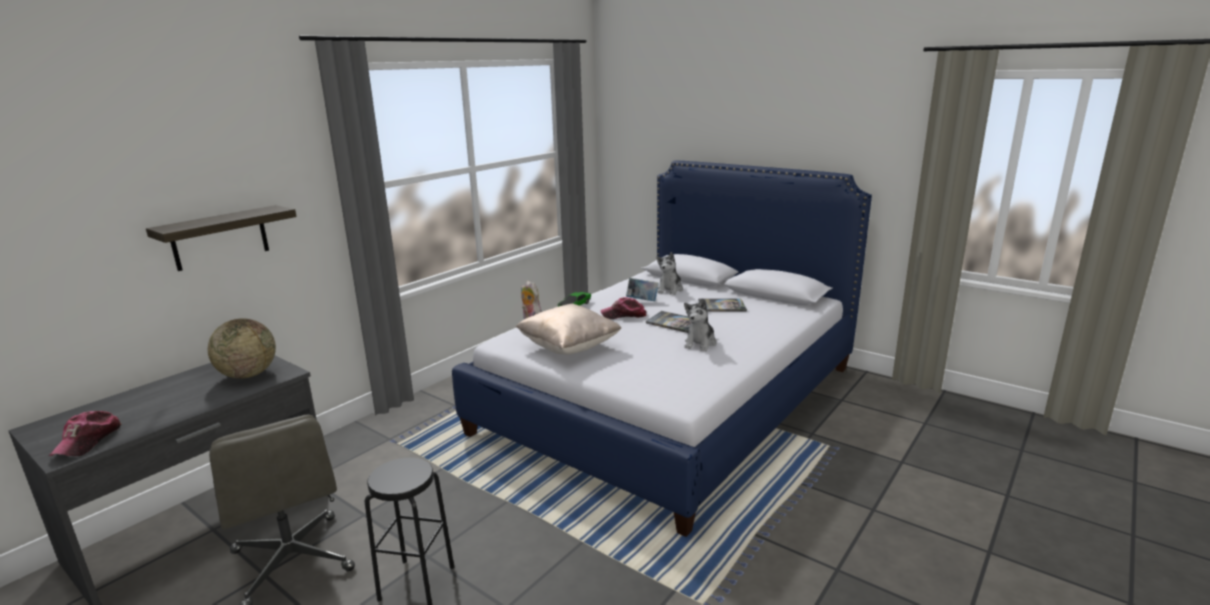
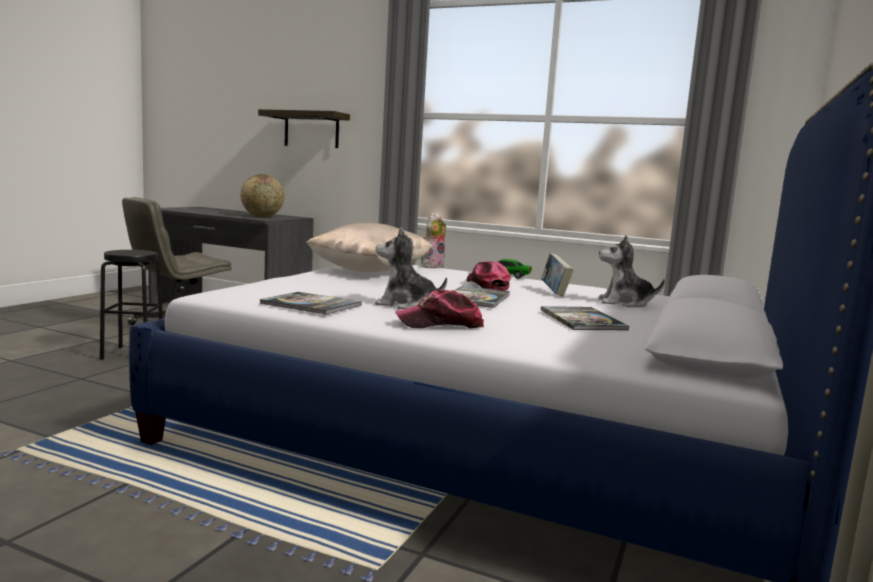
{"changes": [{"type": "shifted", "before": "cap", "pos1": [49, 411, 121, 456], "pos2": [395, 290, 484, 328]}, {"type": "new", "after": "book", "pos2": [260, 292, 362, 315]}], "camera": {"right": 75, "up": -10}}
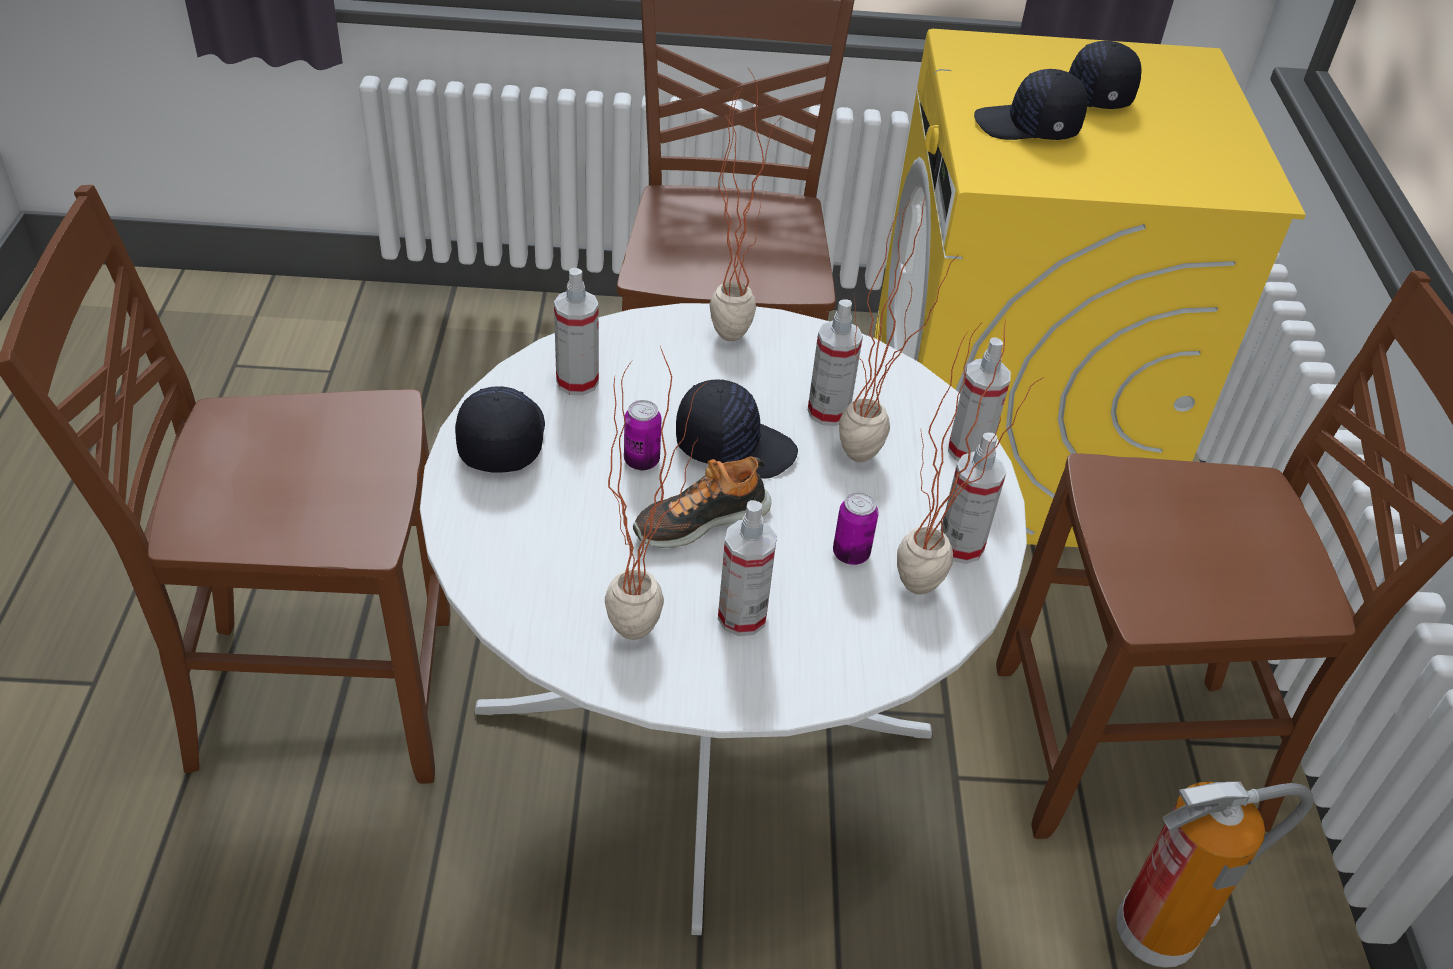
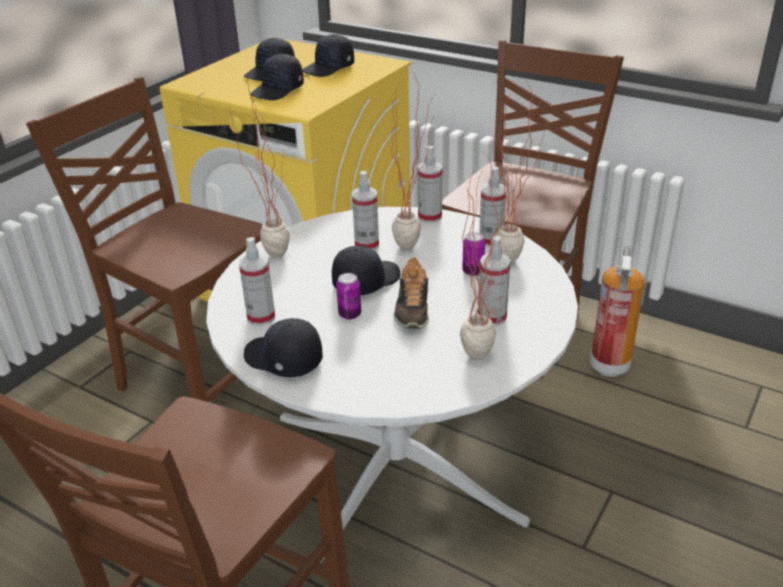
{"changes": [{"type": "new", "after": "cap (black)", "pos2": [302, 34, 354, 77]}], "camera": {"right": -55, "up": -10}}
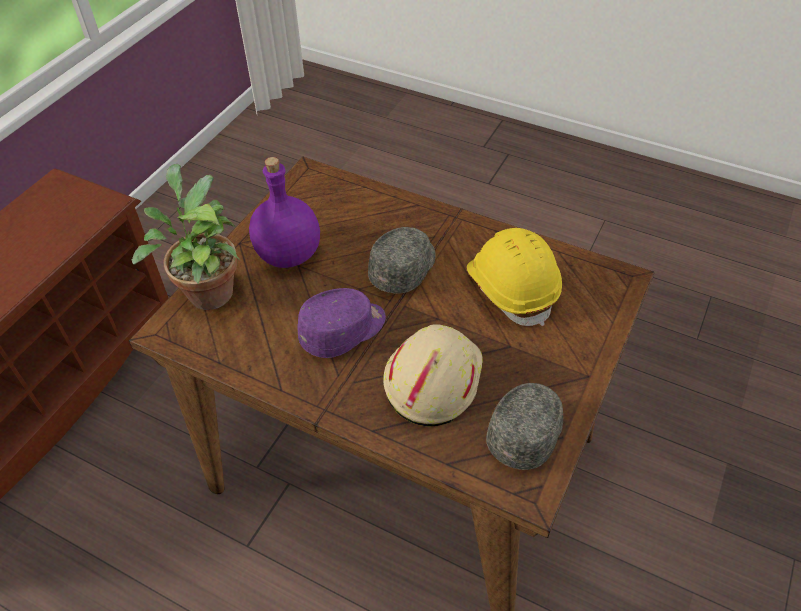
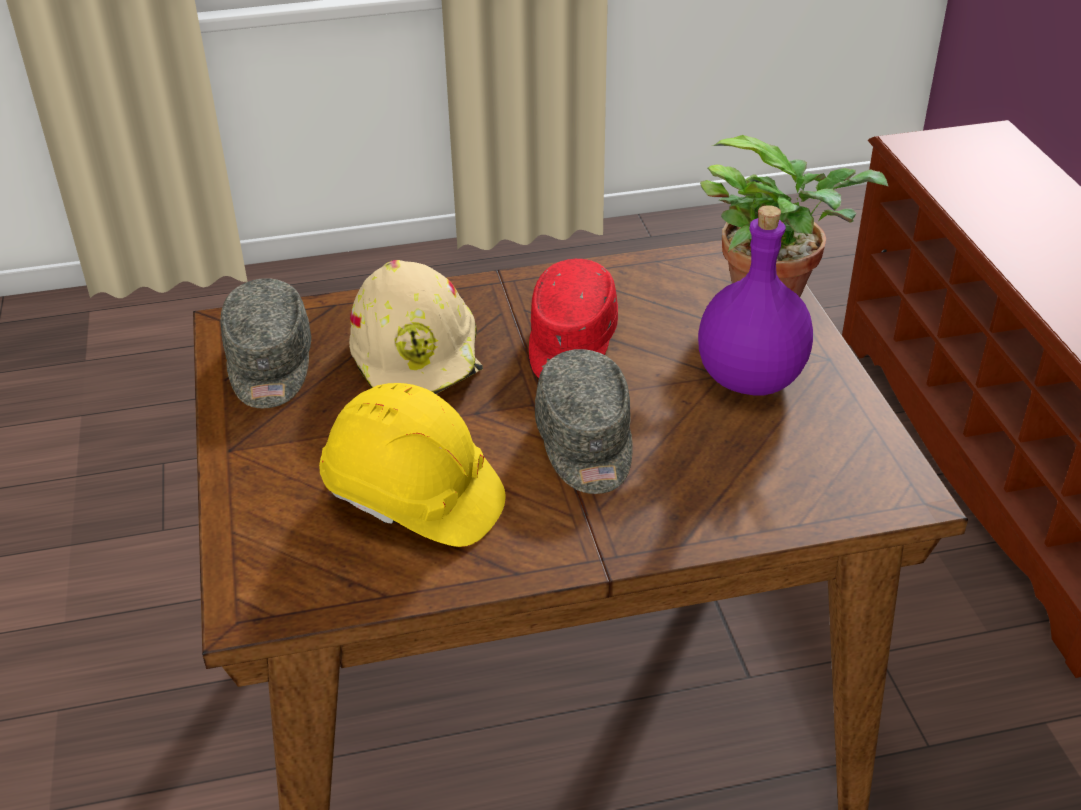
{"changes": [{"type": "repainted", "before": "cap (purple)", "after": "cap (red)", "pos1": [297, 288, 386, 358], "pos2": [529, 259, 618, 378]}], "camera": {"right": 140, "up": -10}}
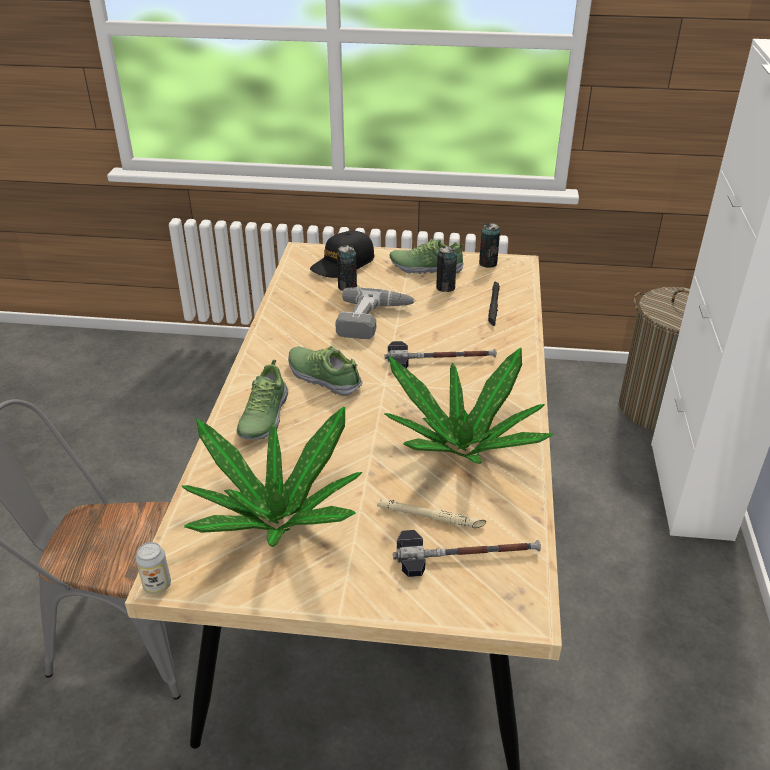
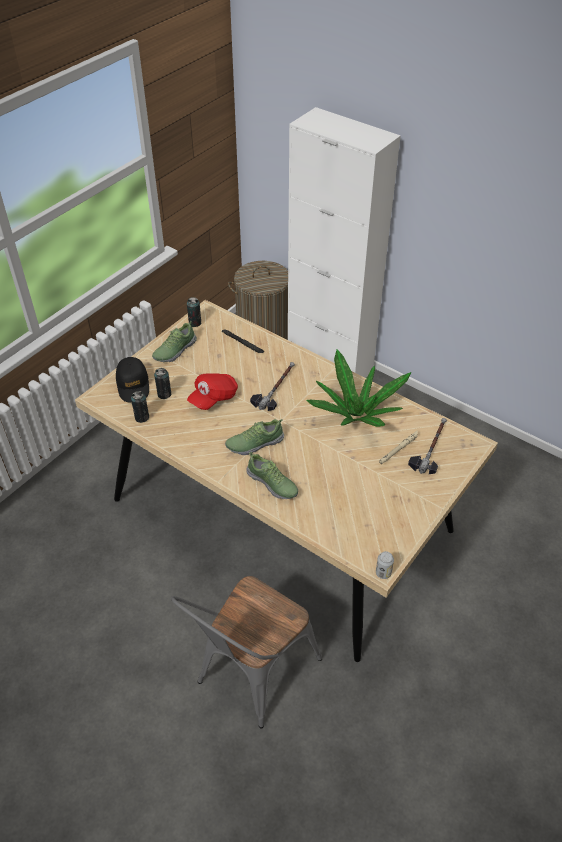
{"changes": [{"type": "gone", "before": "potted plant", "pos1": [181, 407, 362, 547]}, {"type": "swapped", "before": "power drill", "after": "cap (red)", "pos1": [335, 287, 416, 339], "pos2": [187, 373, 238, 410]}, {"type": "shifted", "before": "can", "pos1": [436, 246, 457, 292], "pos2": [131, 391, 149, 423]}], "camera": {"right": -60, "up": 10}}
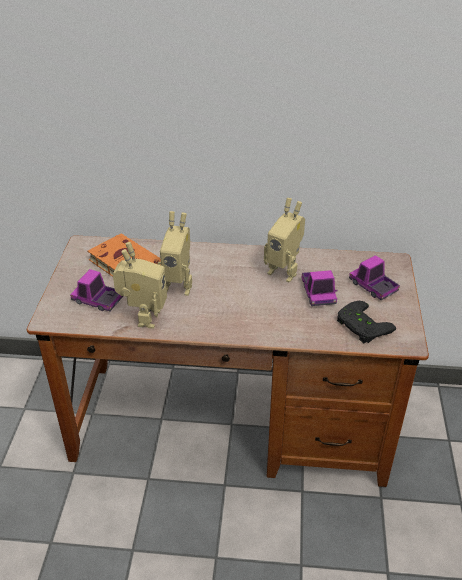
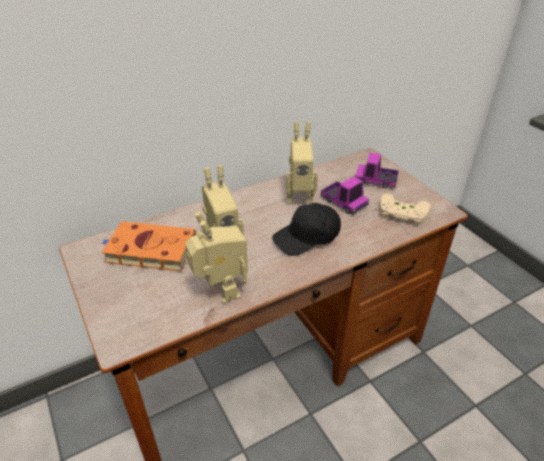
{"changes": [{"type": "gone", "before": "toy truck", "pos1": [70, 269, 123, 311]}, {"type": "repainted", "before": "game controller (black)", "after": "game controller (beige)", "pos1": [337, 301, 396, 343], "pos2": [380, 194, 431, 226]}, {"type": "new", "after": "cap (black)", "pos2": [272, 203, 341, 256]}], "camera": {"right": -35, "up": 0}}
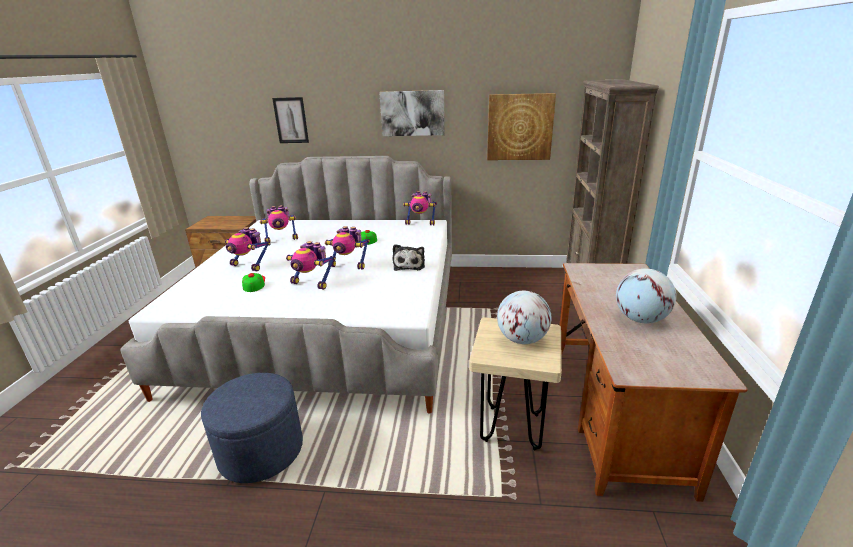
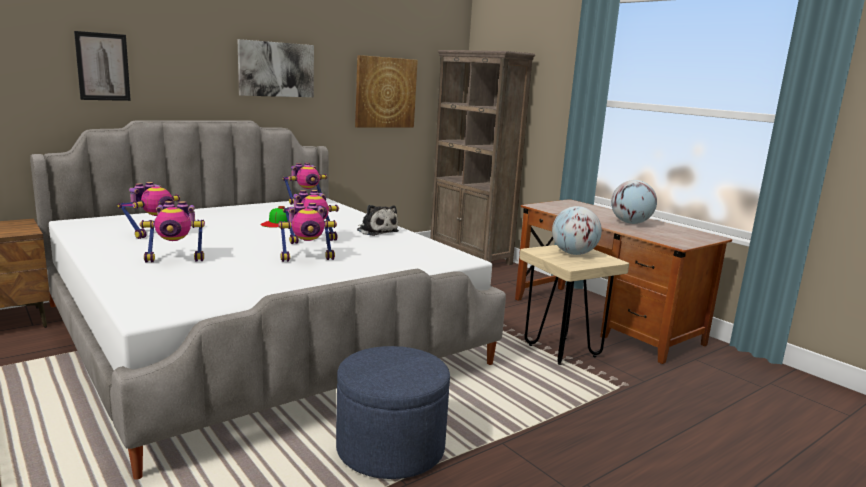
{"changes": [{"type": "gone", "before": "cap", "pos1": [242, 273, 265, 292]}], "camera": {"right": -45, "up": -10}}
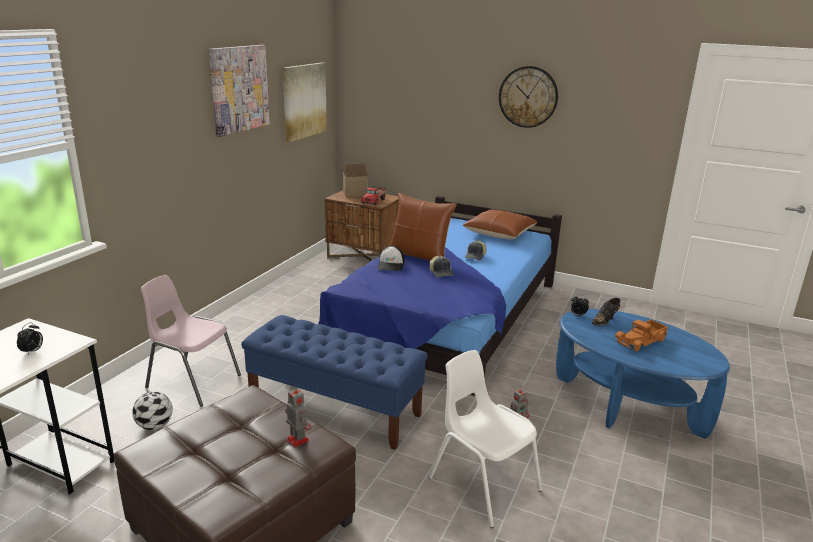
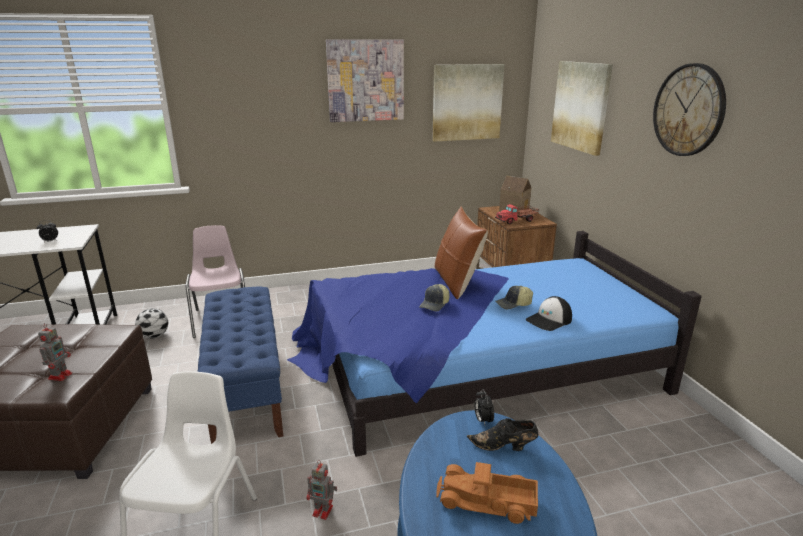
{"changes": [{"type": "shifted", "before": "cap", "pos1": [377, 246, 405, 271], "pos2": [526, 296, 572, 331]}, {"type": "gone", "before": "pillow (brown)", "pos1": [463, 209, 538, 239]}, {"type": "new", "after": "picture", "pos2": [551, 61, 613, 156]}], "camera": {"right": 50, "up": 0}}
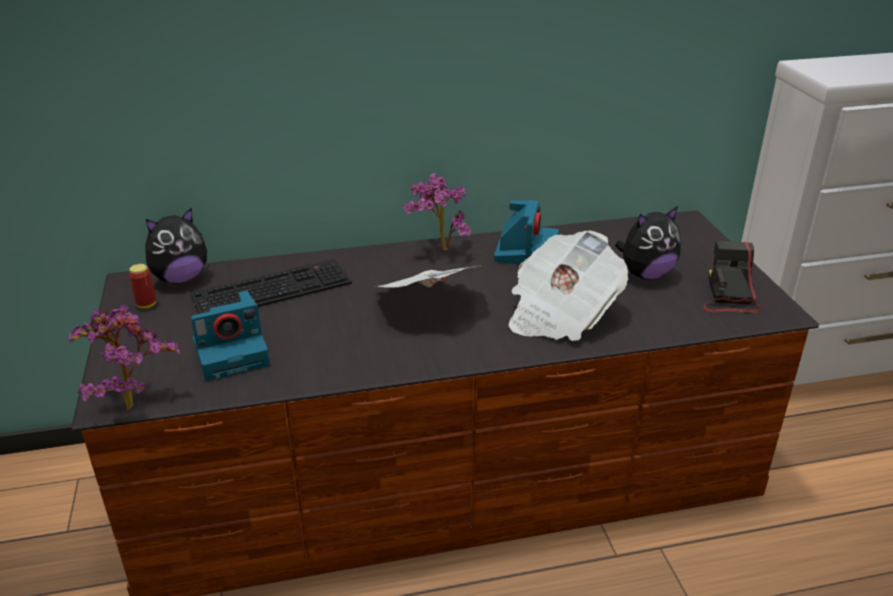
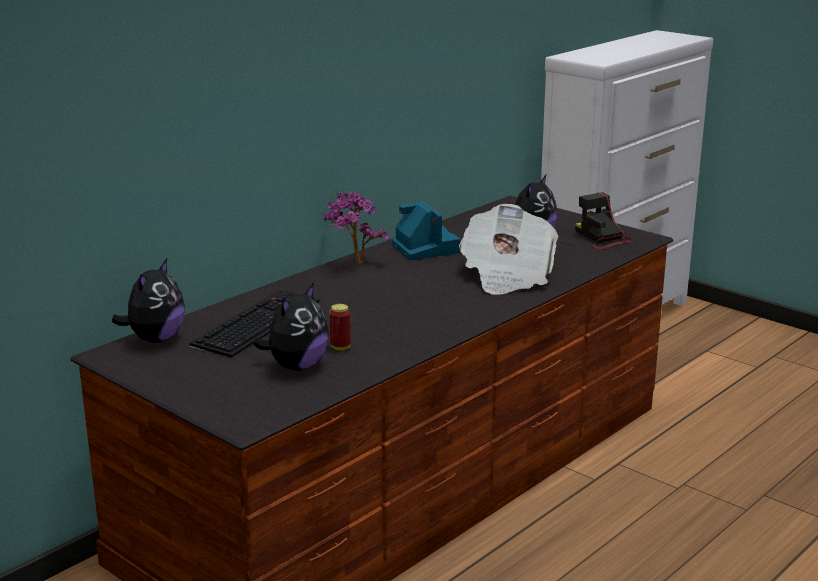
{"changes": [{"type": "gone", "before": "potted plant", "pos1": [69, 304, 180, 410]}, {"type": "shifted", "before": "can", "pos1": [129, 264, 156, 309], "pos2": [329, 304, 351, 350]}, {"type": "swapped", "before": "photo camera", "after": "plush toy", "pos1": [191, 291, 270, 381], "pos2": [253, 282, 329, 371]}, {"type": "gone", "before": "newspaper", "pos1": [377, 266, 480, 288]}], "camera": {"right": -35, "up": -10}}
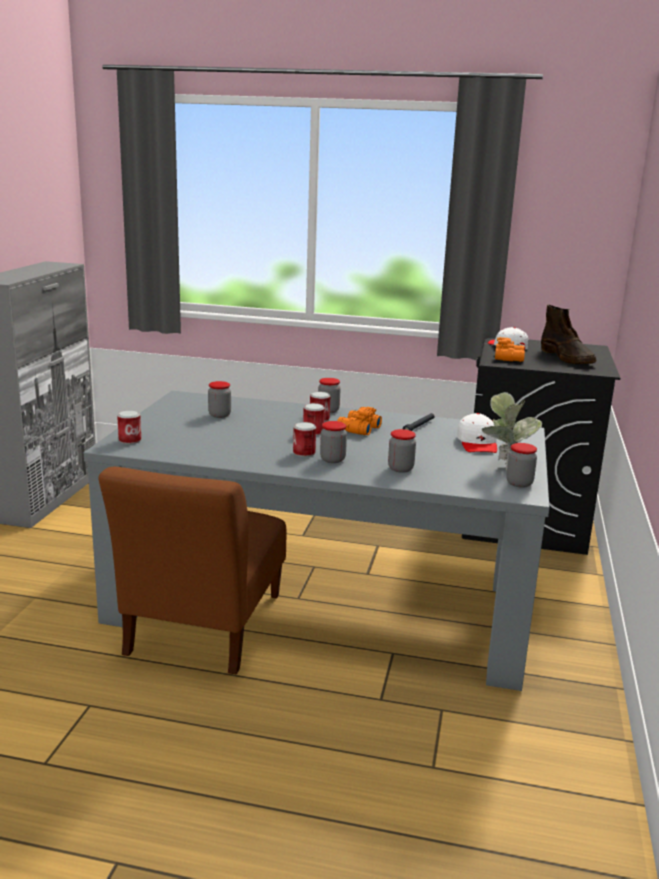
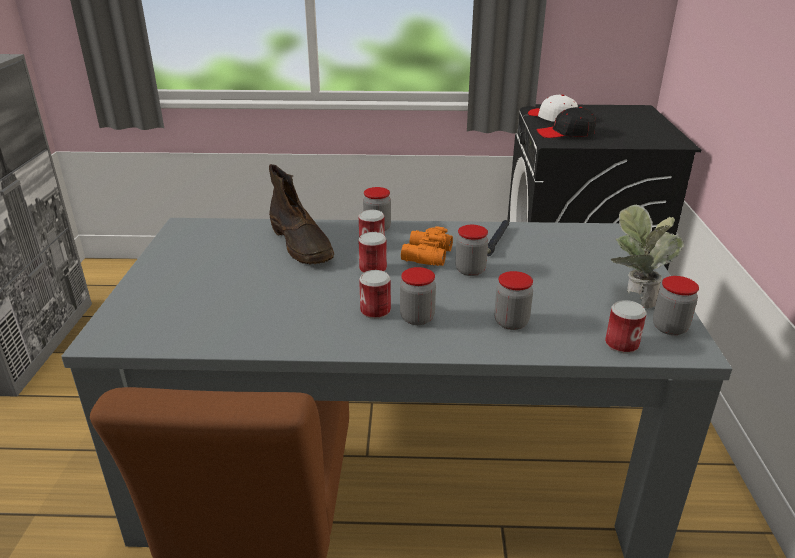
{"changes": [{"type": "shifted", "before": "can", "pos1": [117, 410, 141, 444], "pos2": [605, 300, 646, 353]}, {"type": "shifted", "before": "jar", "pos1": [208, 381, 231, 418], "pos2": [455, 225, 488, 276]}, {"type": "gone", "before": "cap (white)", "pos1": [457, 413, 497, 453]}, {"type": "swapped", "before": "binoculars (orange)", "after": "cap (black)", "pos1": [495, 337, 525, 362], "pos2": [537, 107, 596, 138]}, {"type": "shifted", "before": "boot (brown)", "pos1": [541, 305, 596, 364], "pos2": [269, 164, 334, 265]}], "camera": {"right": -10, "up": 10}}
